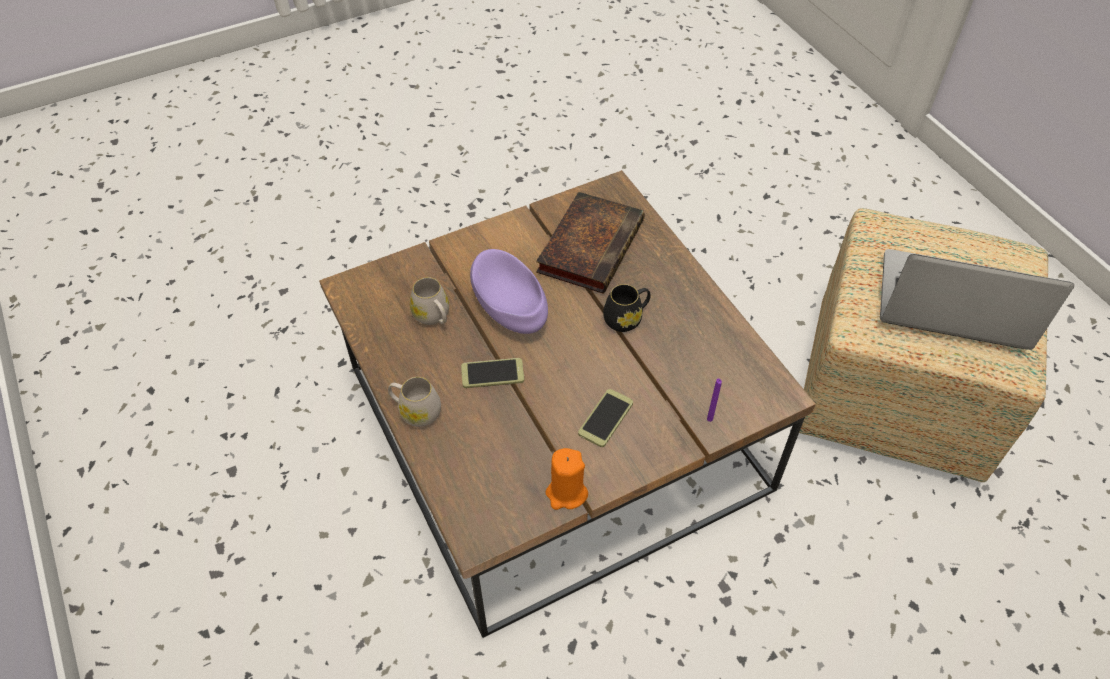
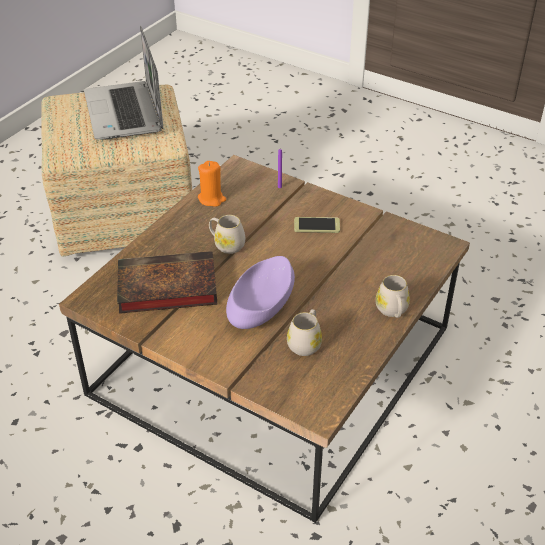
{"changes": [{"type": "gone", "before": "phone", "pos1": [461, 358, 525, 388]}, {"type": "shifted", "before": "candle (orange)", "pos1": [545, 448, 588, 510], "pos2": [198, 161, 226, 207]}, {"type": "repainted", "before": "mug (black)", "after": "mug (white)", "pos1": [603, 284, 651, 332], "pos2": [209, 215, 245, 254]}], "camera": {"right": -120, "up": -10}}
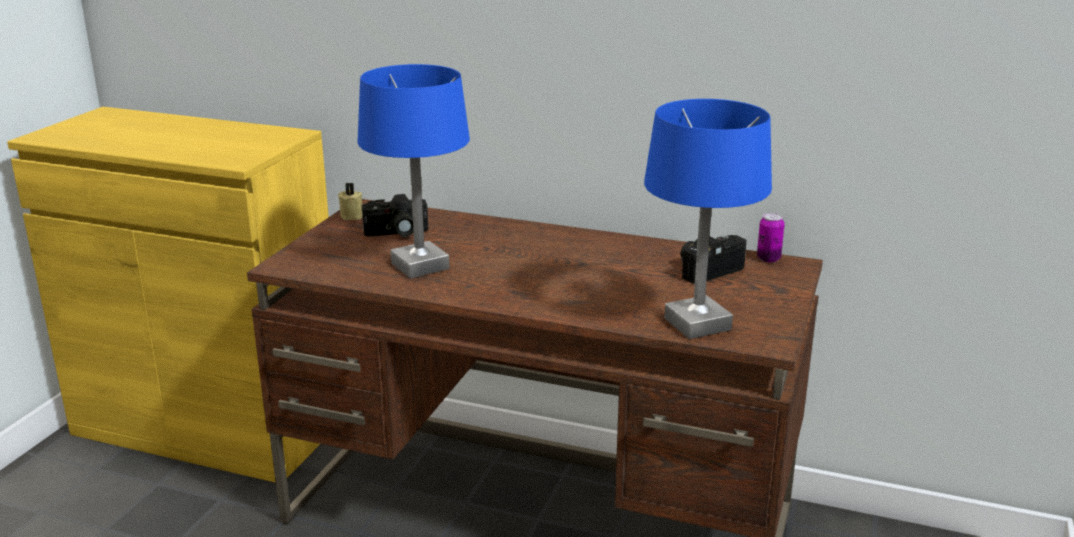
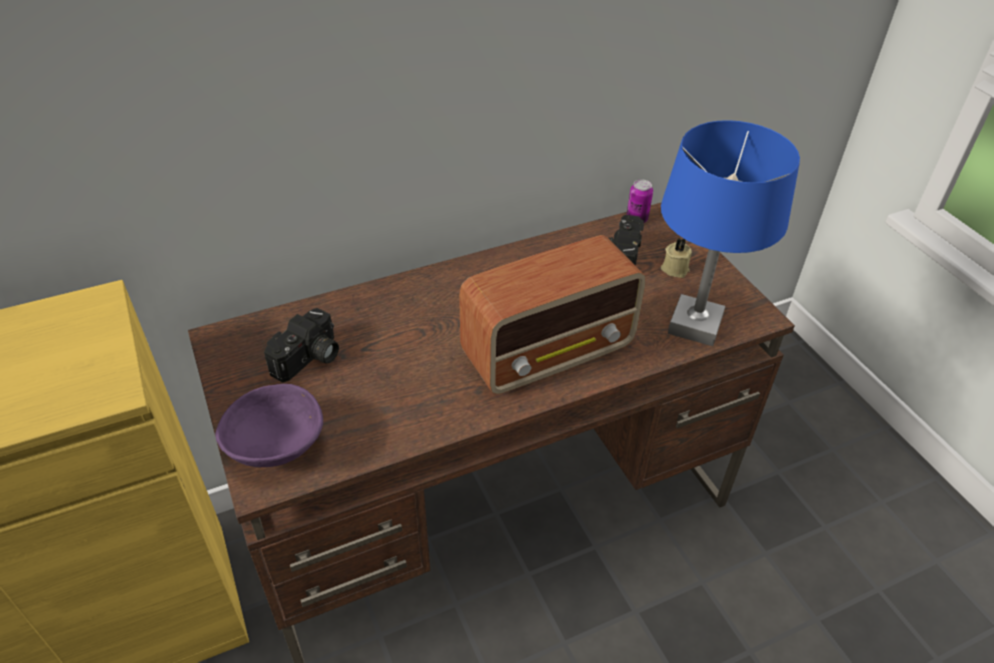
{"changes": [{"type": "shifted", "before": "candle (beige)", "pos1": [338, 182, 362, 220], "pos2": [661, 238, 692, 278]}, {"type": "gone", "before": "table lamp (blue)", "pos1": [357, 64, 470, 279]}, {"type": "new", "after": "bowl (purple)", "pos2": [215, 384, 323, 467]}, {"type": "new", "after": "radio", "pos2": [459, 235, 646, 394]}], "camera": {"right": -45, "up": 20}}
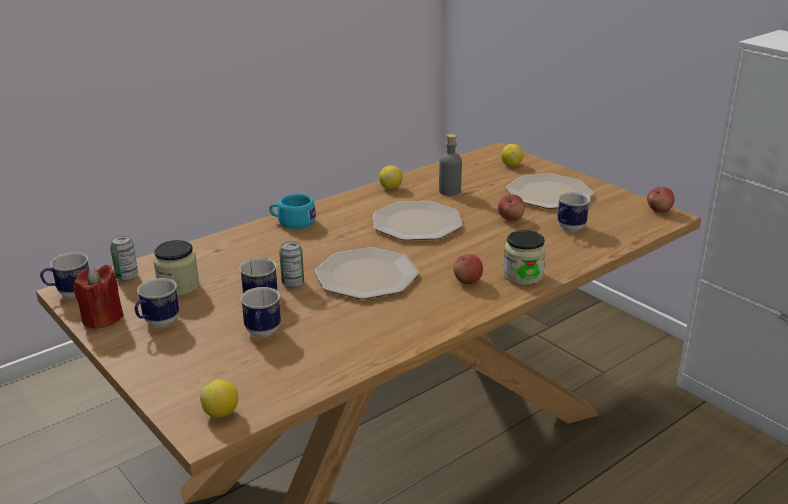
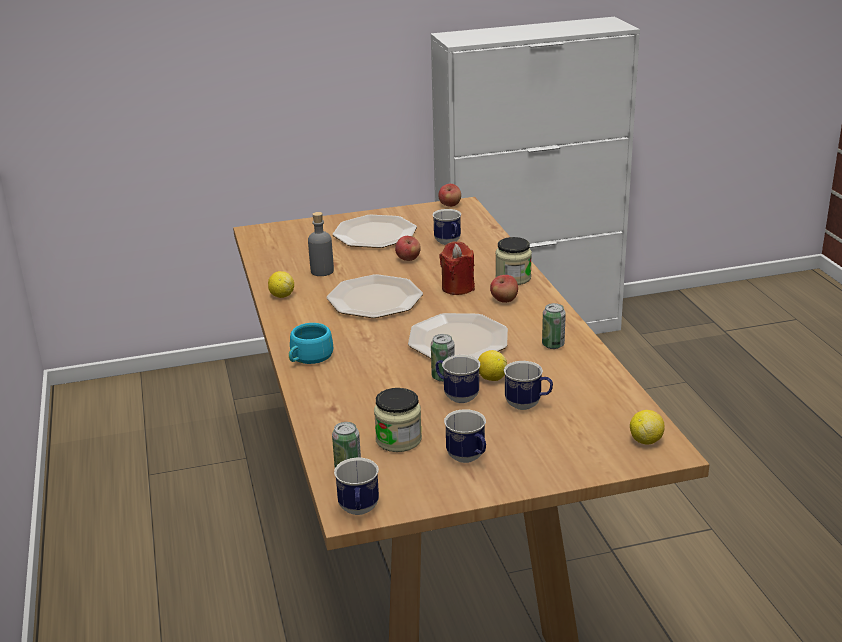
{"changes": [{"type": "shifted", "before": "candle (red)", "pos1": [73, 265, 124, 329], "pos2": [440, 241, 475, 295]}, {"type": "shifted", "before": "lemon", "pos1": [501, 144, 523, 166], "pos2": [478, 350, 507, 381]}, {"type": "new", "after": "can", "pos2": [542, 303, 566, 349]}], "camera": {"right": -65, "up": 0}}
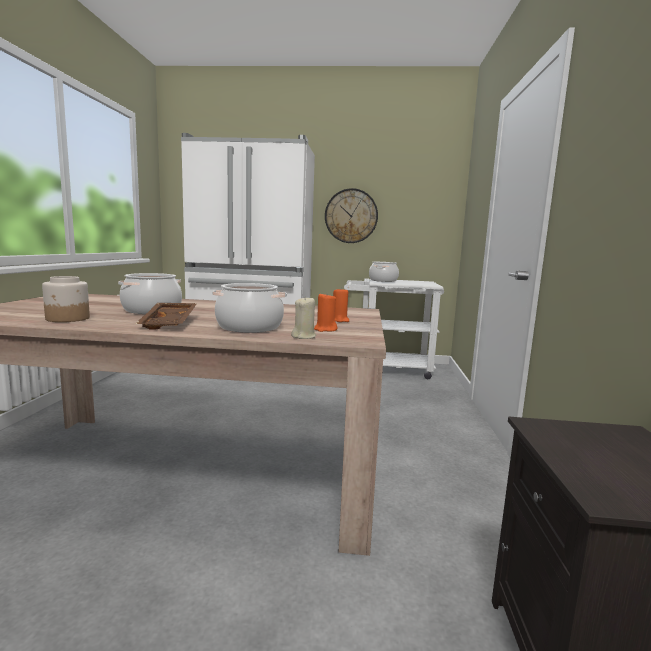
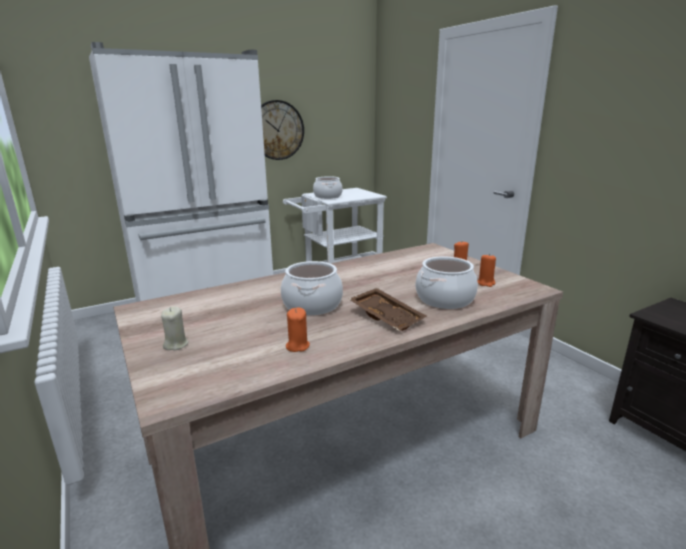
{"changes": [{"type": "swapped", "before": "jar", "after": "candle (orange)", "pos1": [42, 276, 90, 322], "pos2": [286, 307, 310, 352]}, {"type": "shifted", "before": "candle (beige)", "pos1": [291, 296, 316, 339], "pos2": [161, 307, 189, 350]}], "camera": {"right": -35, "up": 10}}
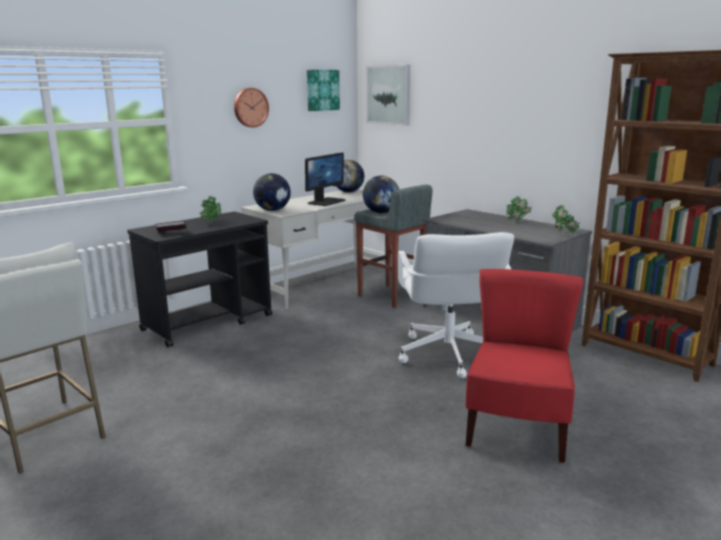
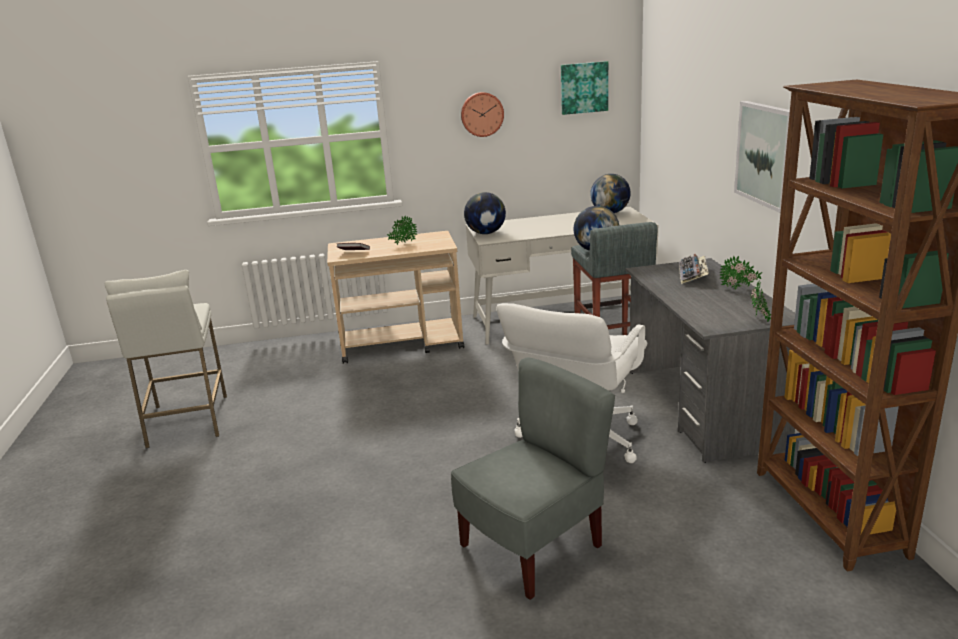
{"changes": [{"type": "repainted", "before": "cart (black)", "after": "cart (beige)", "pos1": [127, 212, 272, 348], "pos2": [327, 231, 464, 364]}, {"type": "gone", "before": "monitor", "pos1": [305, 152, 345, 206]}, {"type": "shifted", "before": "picture", "pos1": [366, 65, 410, 126], "pos2": [734, 101, 790, 213]}, {"type": "repainted", "before": "chair (red)", "after": "chair (grey)", "pos1": [466, 269, 584, 463], "pos2": [451, 357, 615, 600]}, {"type": "new", "after": "keyboard", "pos2": [679, 254, 709, 284]}], "camera": {"right": 35, "up": 5}}
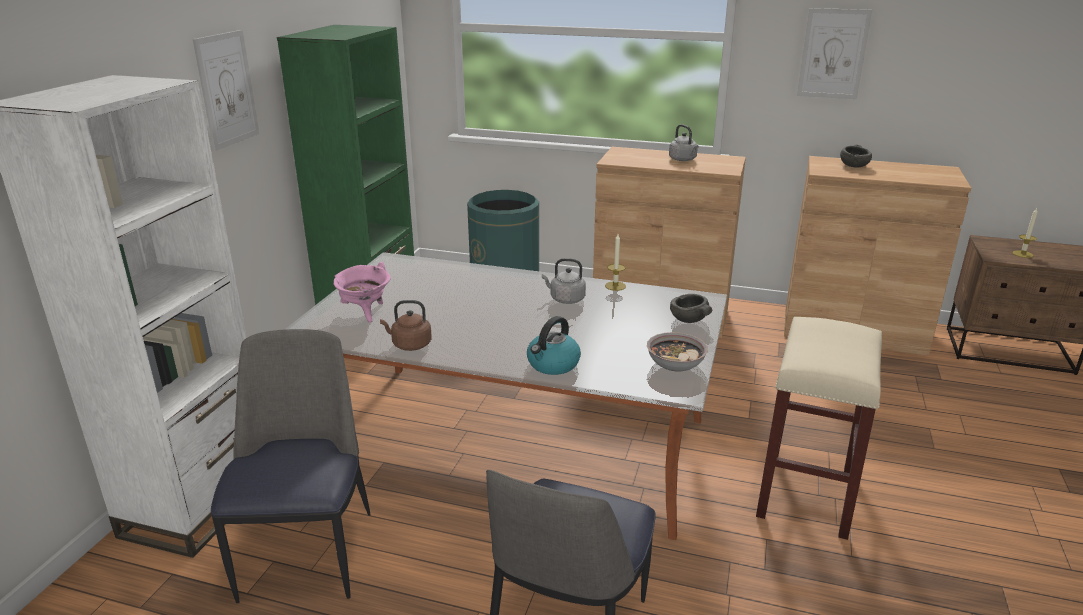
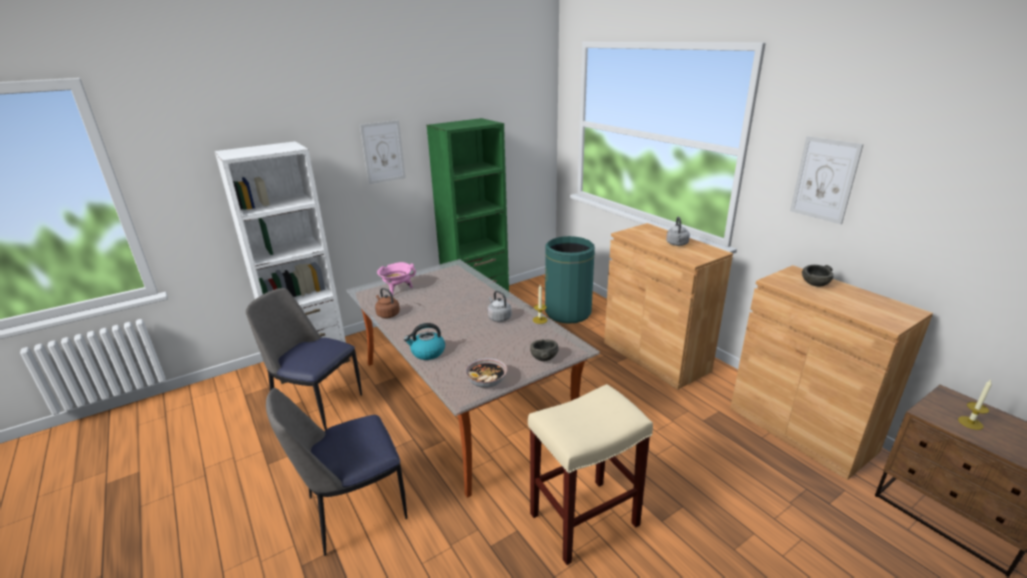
{"changes": [{"type": "rotated", "before": "chair", "pos1": [211, 329, 371, 603], "pos2": [246, 288, 362, 430], "turn": -105}], "camera": {"right": 40, "up": 0}}
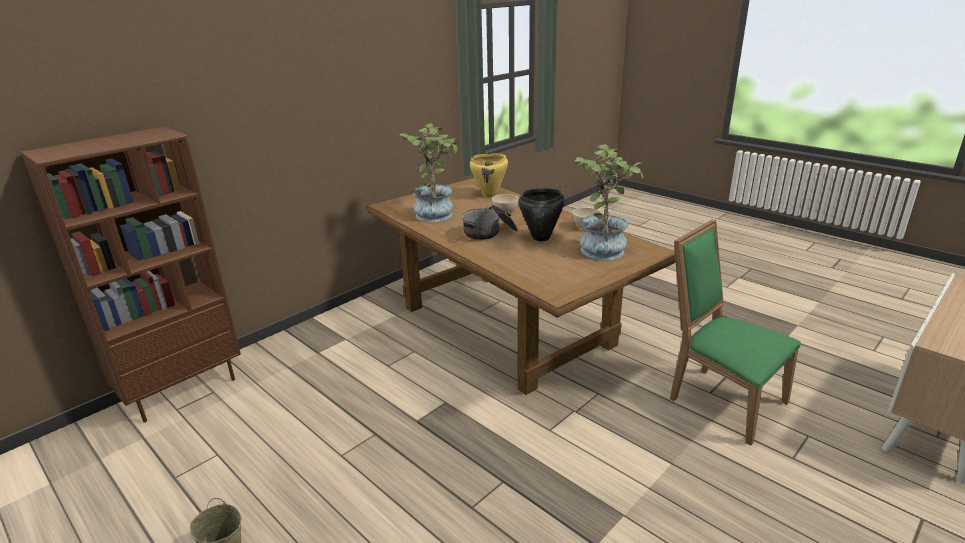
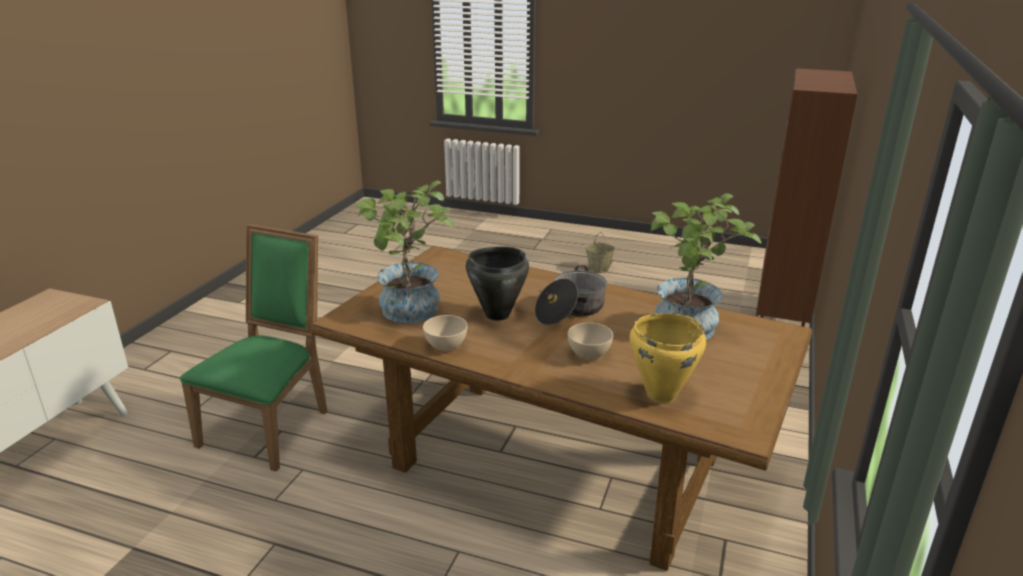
{"changes": [{"type": "rotated", "before": "chair (green)", "pos1": [670, 219, 801, 446], "pos2": [180, 224, 328, 472], "turn": -90}], "camera": {"right": 155, "up": 0}}
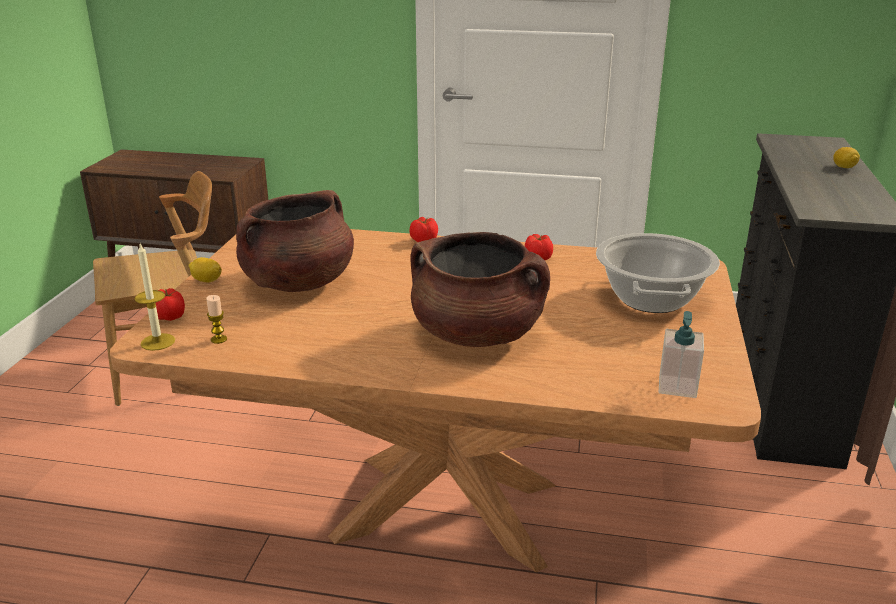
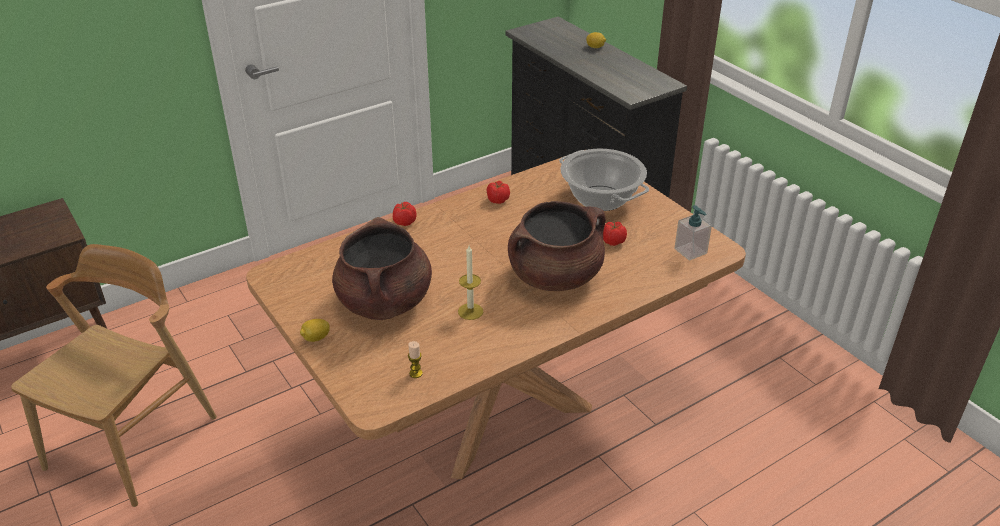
{"changes": [{"type": "shifted", "before": "candle", "pos1": [135, 243, 175, 351], "pos2": [458, 246, 483, 320]}, {"type": "shifted", "before": "tomato", "pos1": [156, 288, 185, 321], "pos2": [603, 221, 627, 246]}], "camera": {"right": -45, "up": 10}}
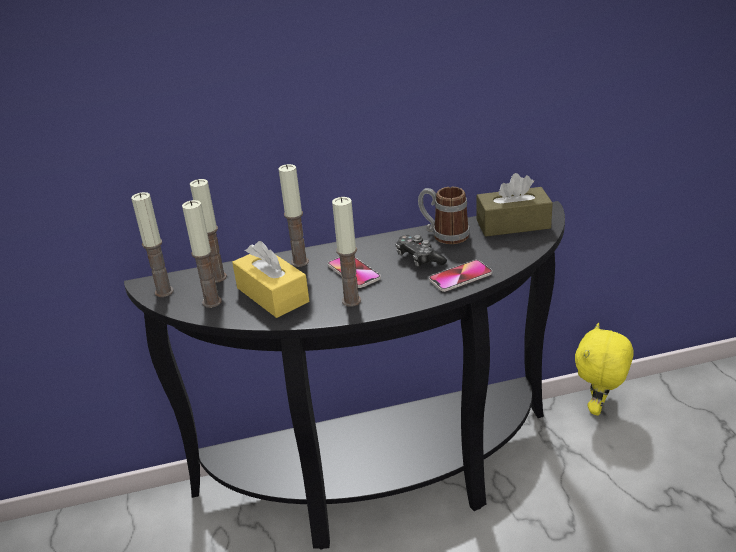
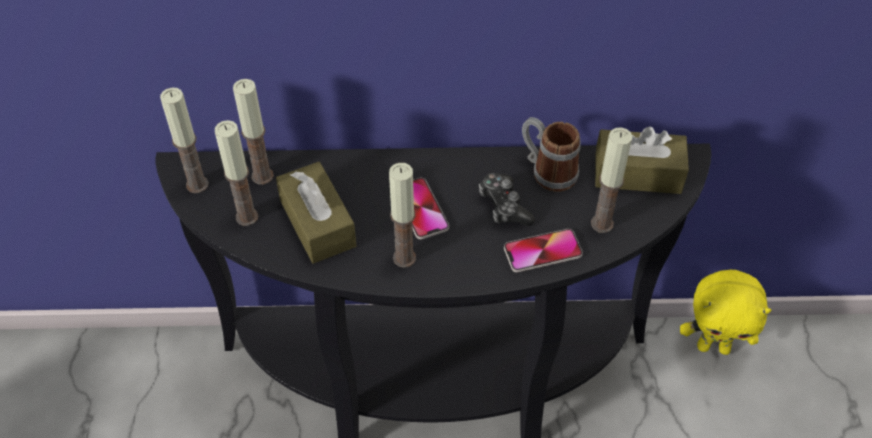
{"changes": [{"type": "repainted", "before": "tissue box (yellow)", "after": "tissue box (brown)", "pos1": [232, 241, 309, 318], "pos2": [276, 162, 357, 264]}, {"type": "shifted", "before": "candle", "pos1": [278, 164, 309, 267], "pos2": [591, 127, 633, 233]}, {"type": "rotated", "before": "plush toy (yellow)", "pos1": [575, 323, 634, 416], "pos2": [680, 270, 772, 355], "turn": -120}], "camera": {"right": 10, "up": 20}}
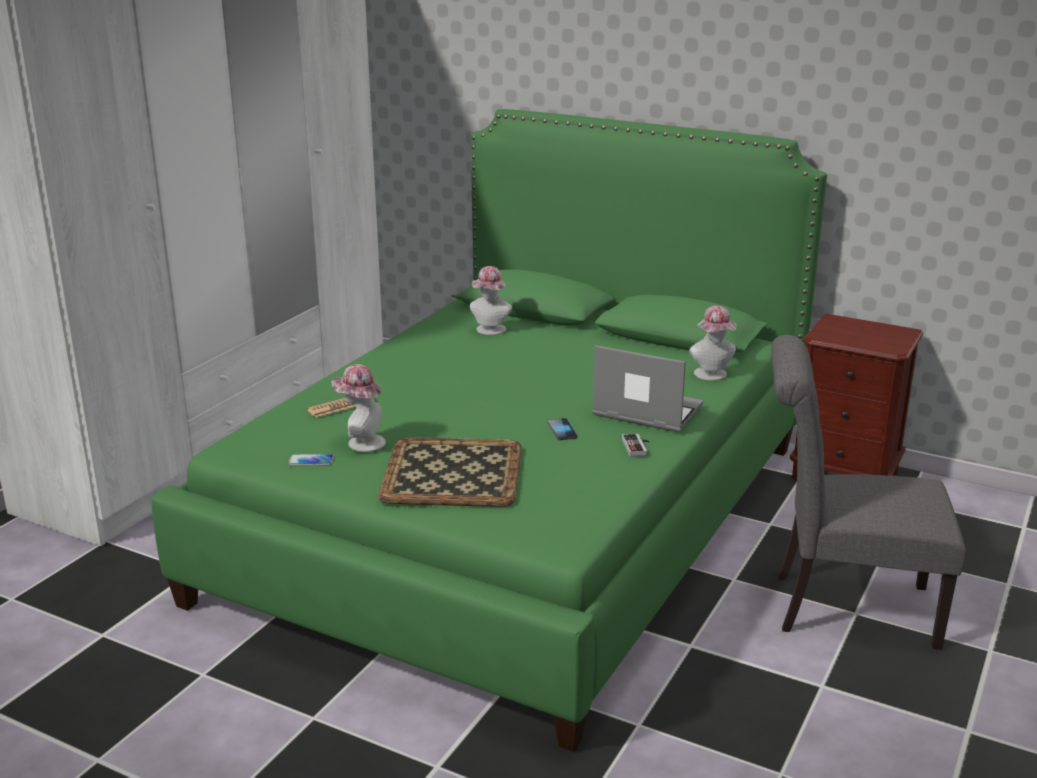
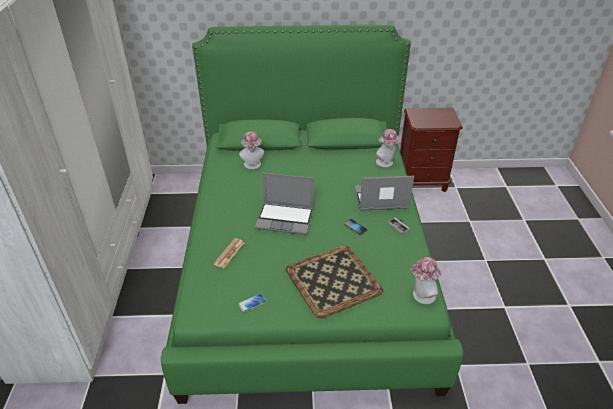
{"changes": [{"type": "shifted", "before": "hat", "pos1": [331, 364, 386, 452], "pos2": [410, 257, 441, 304]}, {"type": "gone", "before": "chair (grey)", "pos1": [771, 335, 966, 650]}, {"type": "new", "after": "laptop", "pos2": [255, 172, 314, 235]}], "camera": {"right": -30, "up": 15}}
